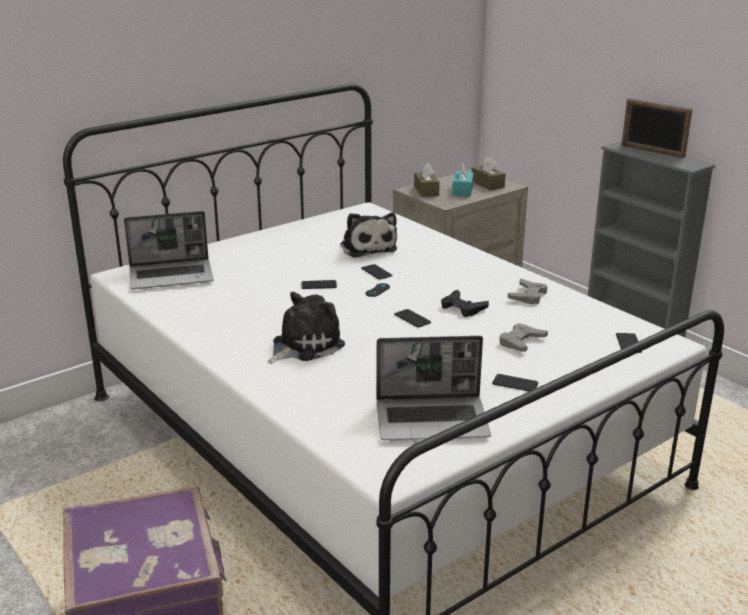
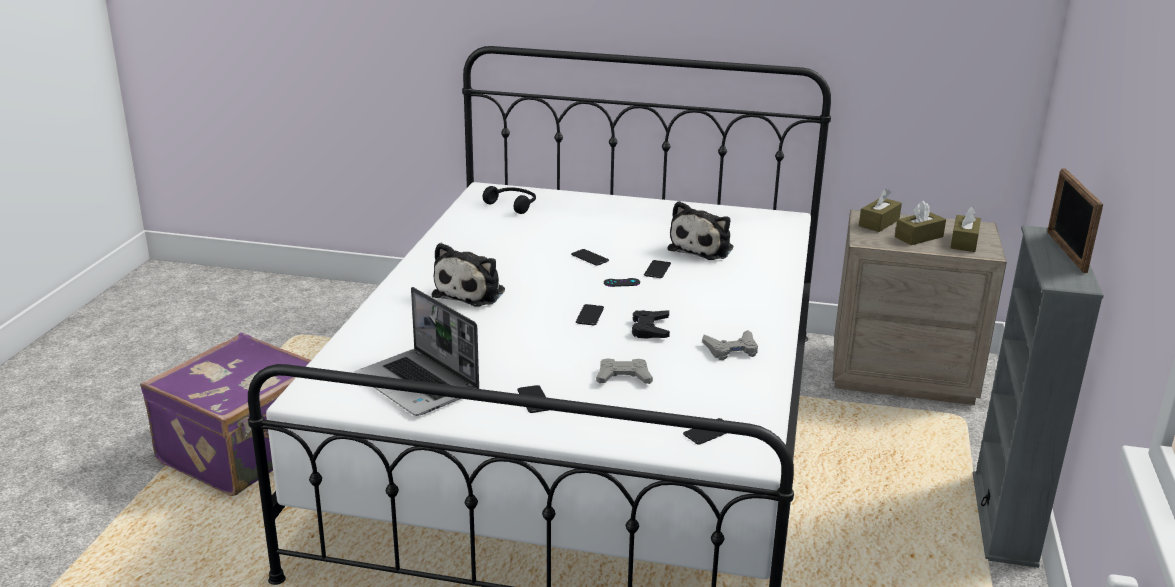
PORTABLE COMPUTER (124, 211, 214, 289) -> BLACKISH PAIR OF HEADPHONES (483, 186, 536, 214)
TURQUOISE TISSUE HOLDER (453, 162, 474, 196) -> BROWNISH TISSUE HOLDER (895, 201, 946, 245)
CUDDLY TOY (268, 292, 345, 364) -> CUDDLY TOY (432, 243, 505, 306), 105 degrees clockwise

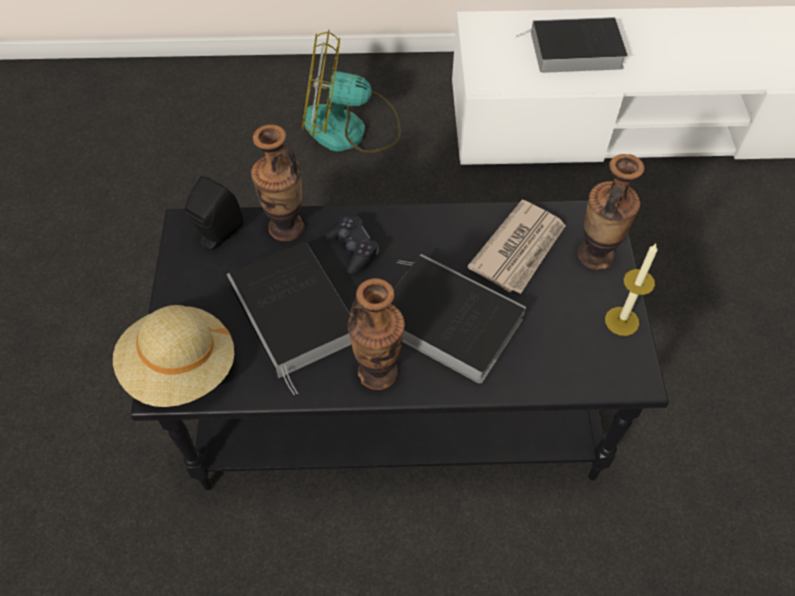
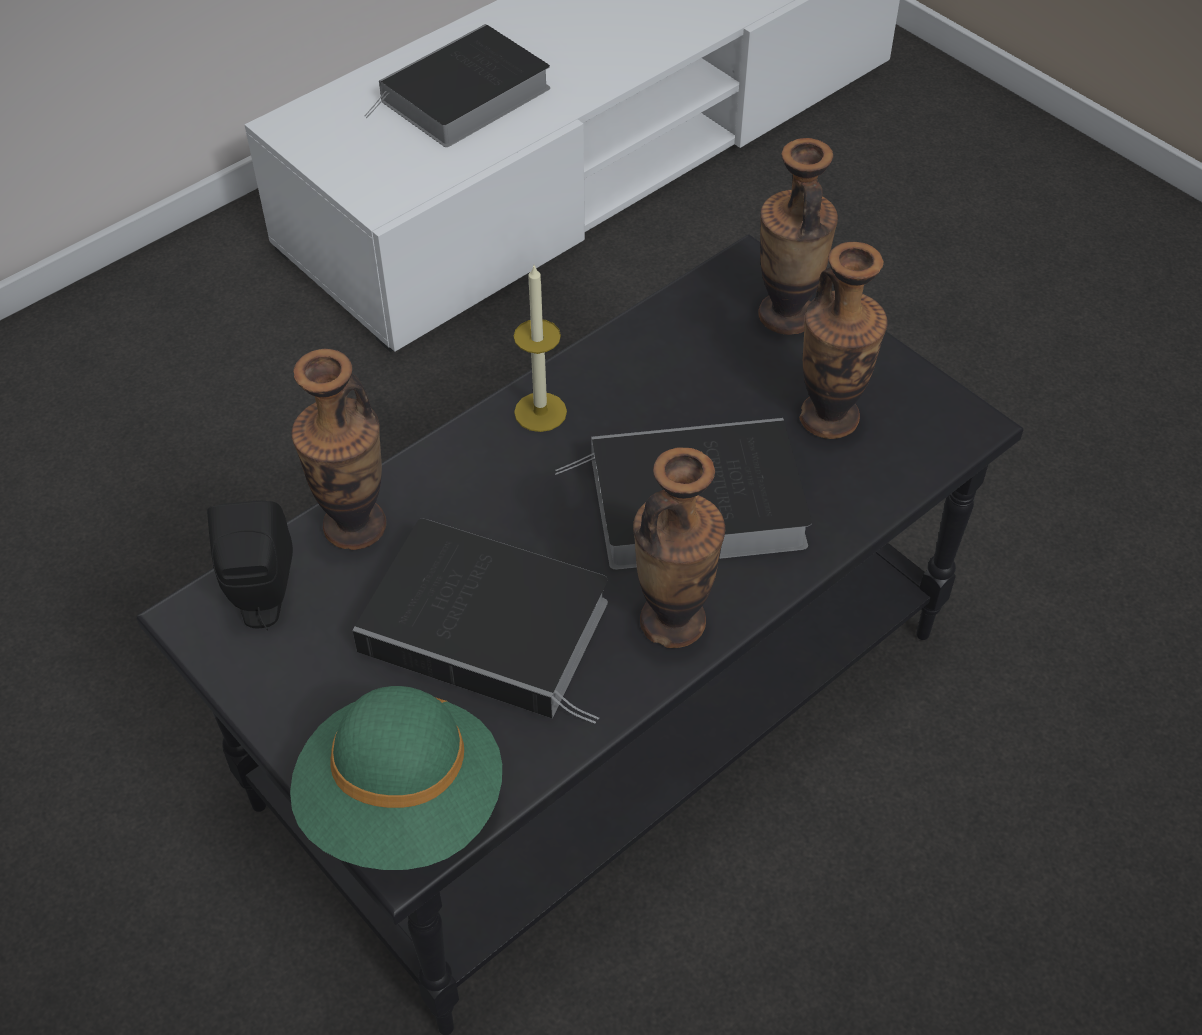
ELECTRIC FAN (302, 30, 401, 153) -> none
BLACKISH GAMEPAD (324, 216, 379, 276) -> none
DAILY PAPER (467, 200, 566, 294) -> none
none -> VASE (799, 242, 888, 439)
WAX LIGHT (605, 244, 658, 336) -> WAX LIGHT (514, 265, 567, 432), move
SAND-COLOURED WEARABLE HAT (113, 305, 235, 407) -> GREENISH WEARABLE HAT (290, 686, 502, 870)

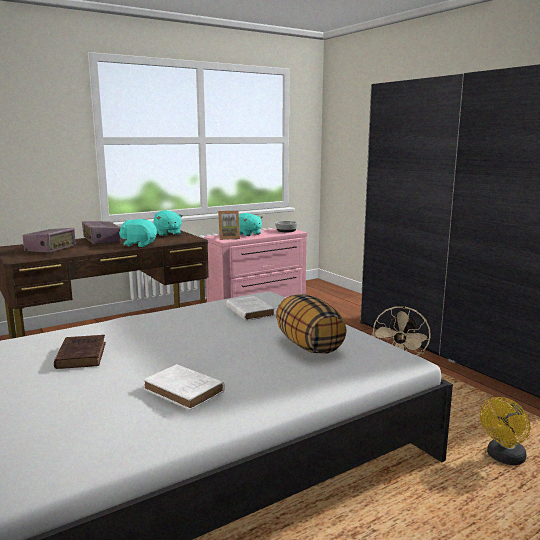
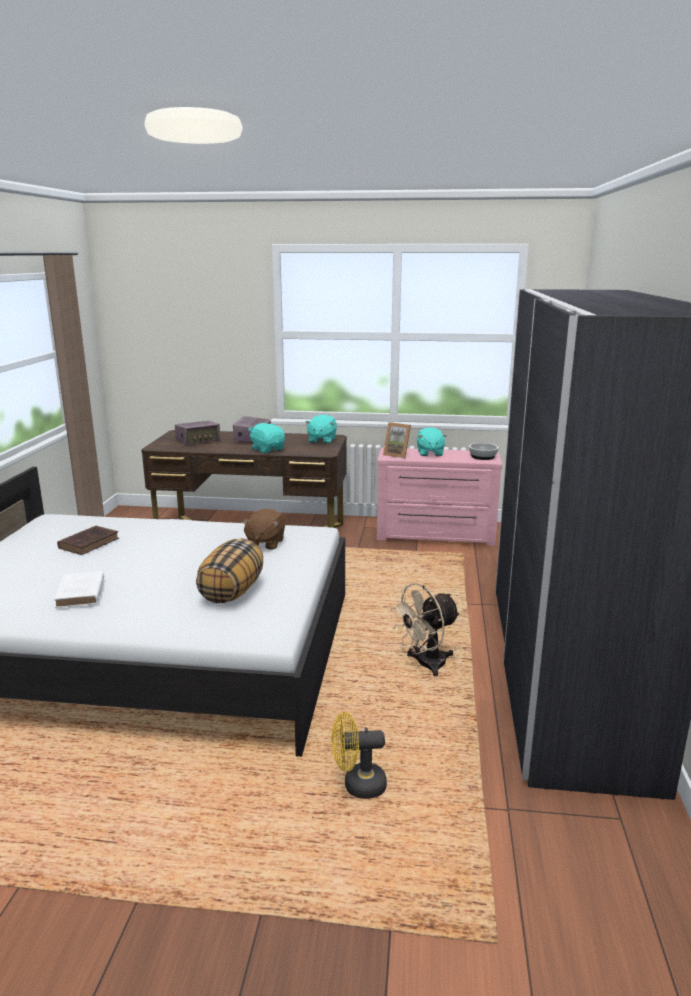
WHITE-COLOURED VOLUME (226, 296, 275, 321) -> BROWNISH CUDDLY TOY (242, 508, 285, 550)

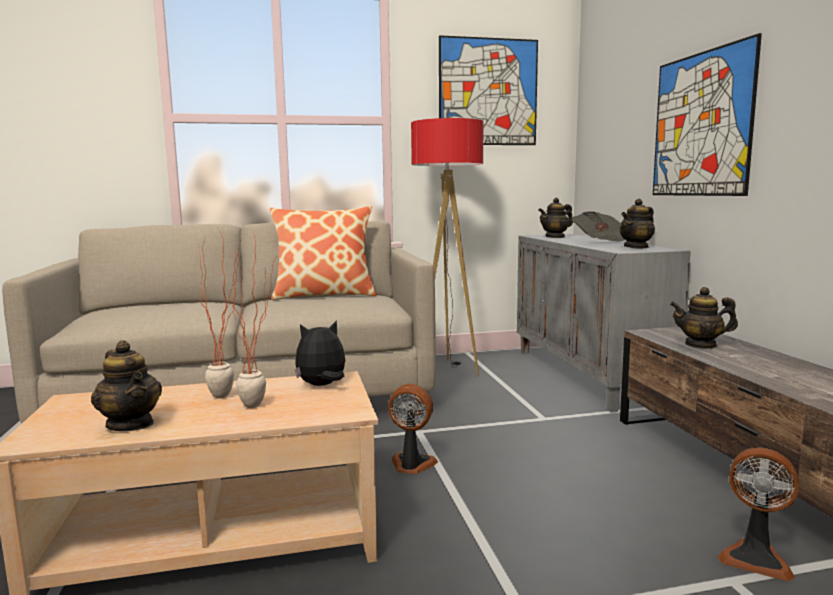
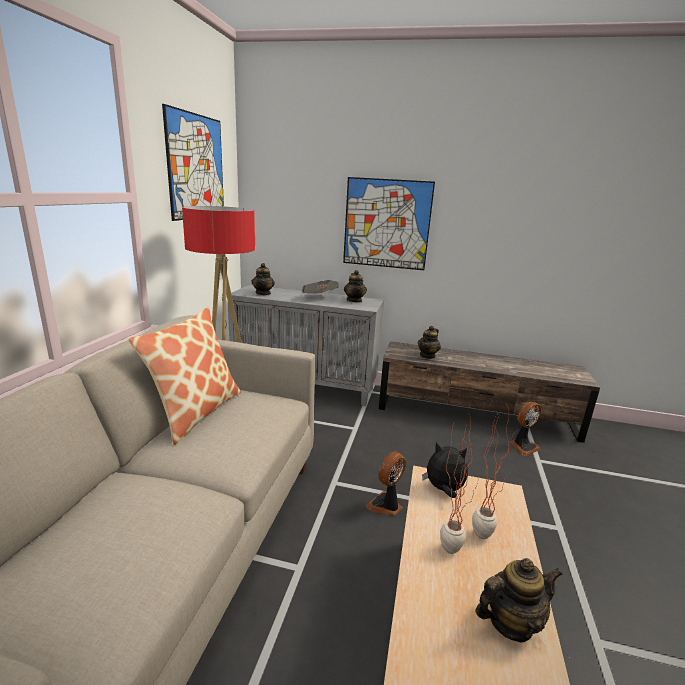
CUDDLY TOY (295, 320, 345, 386) -> CUDDLY TOY (422, 442, 468, 498), 105 degrees clockwise

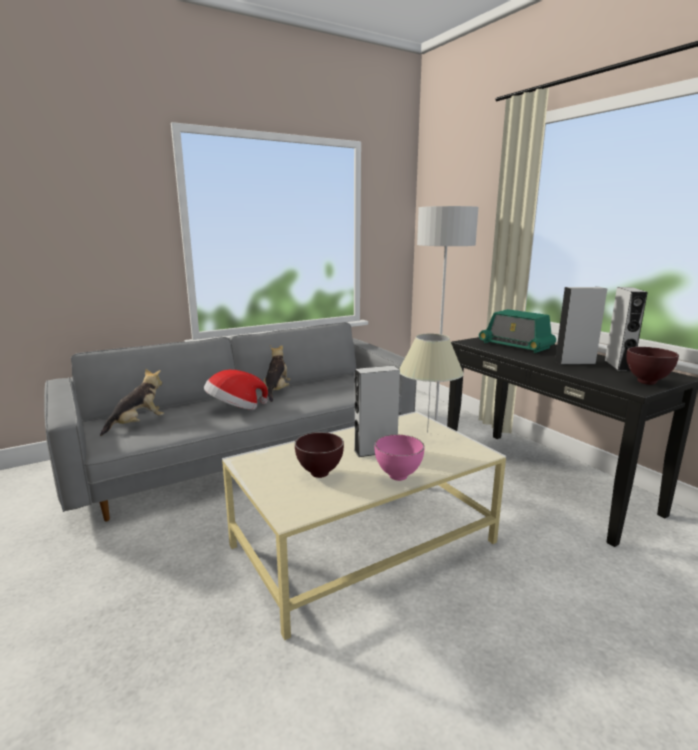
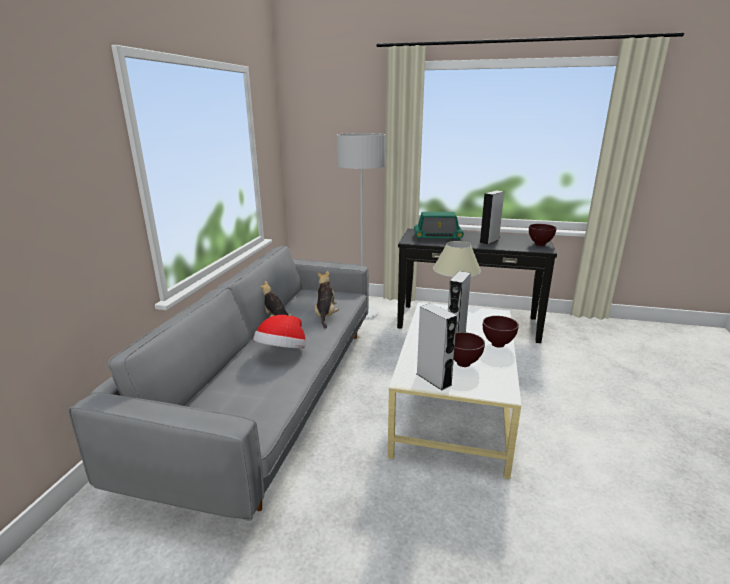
CUDDLY TOY (100, 368, 164, 436) -> CUDDLY TOY (314, 271, 339, 329), move
GREY AUDIO SPEAKER (605, 287, 648, 371) -> GREY AUDIO SPEAKER (417, 303, 457, 390), move
PINK-COLOURED DEEP DISH (375, 435, 425, 481) -> BROWNISH DEEP DISH (483, 316, 519, 348)

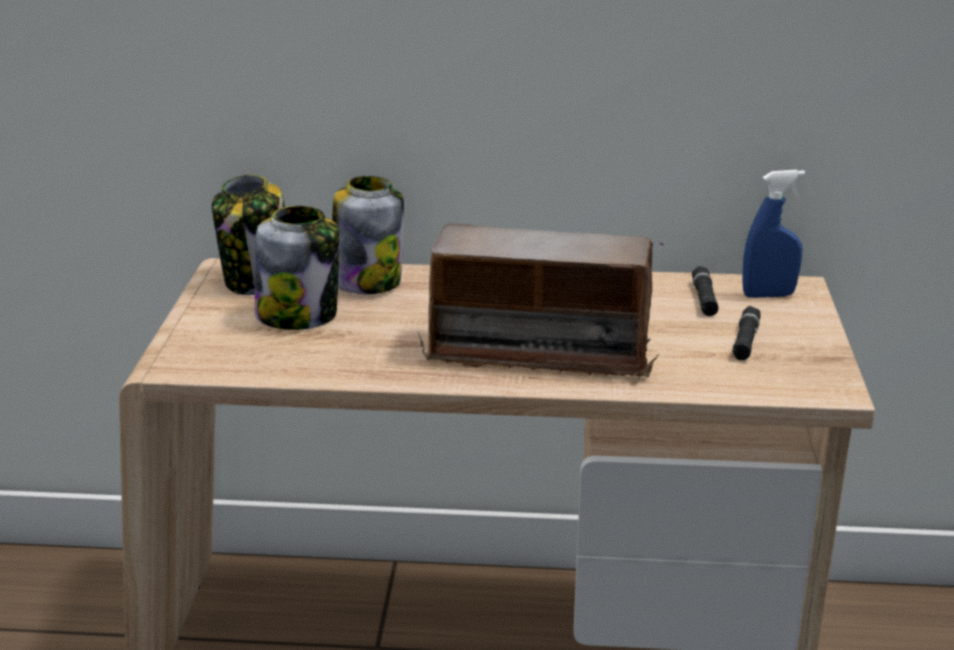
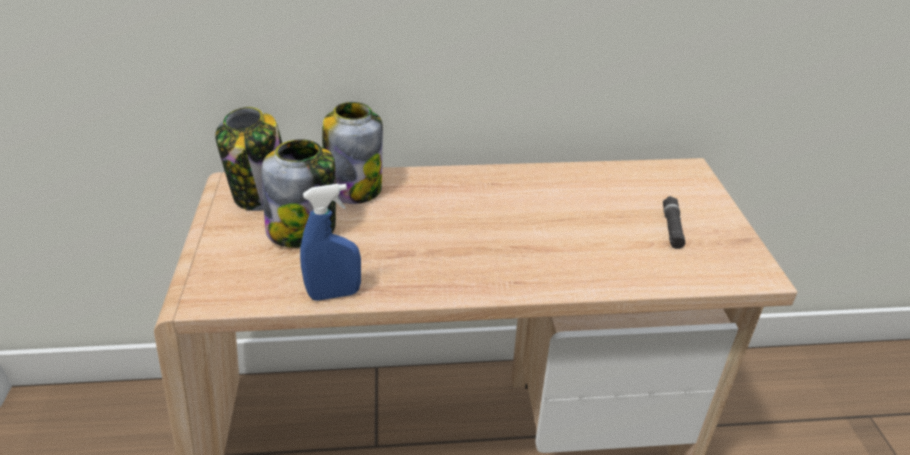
RADIO (417, 223, 663, 379) -> none
BLACKISH HAND TORCH (692, 266, 718, 316) -> none
BLUISH SPRAYER (742, 170, 805, 298) -> BLUISH SPRAYER (300, 184, 361, 301), move

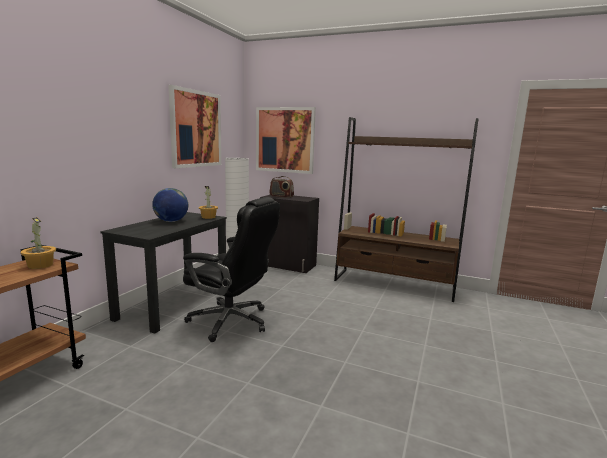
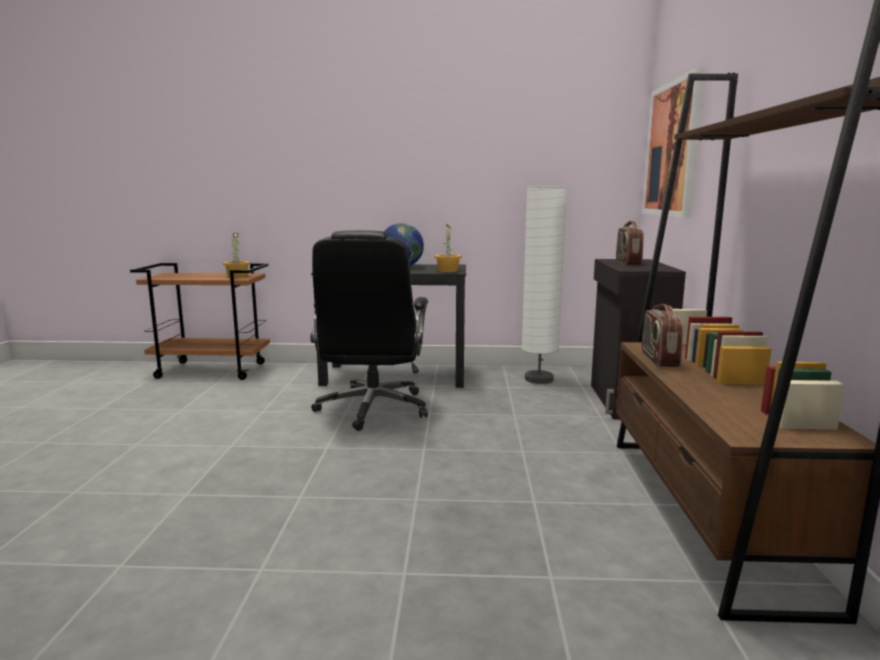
WALL PICTURE (168, 85, 221, 168) -> none
none -> RADIO (642, 304, 683, 367)

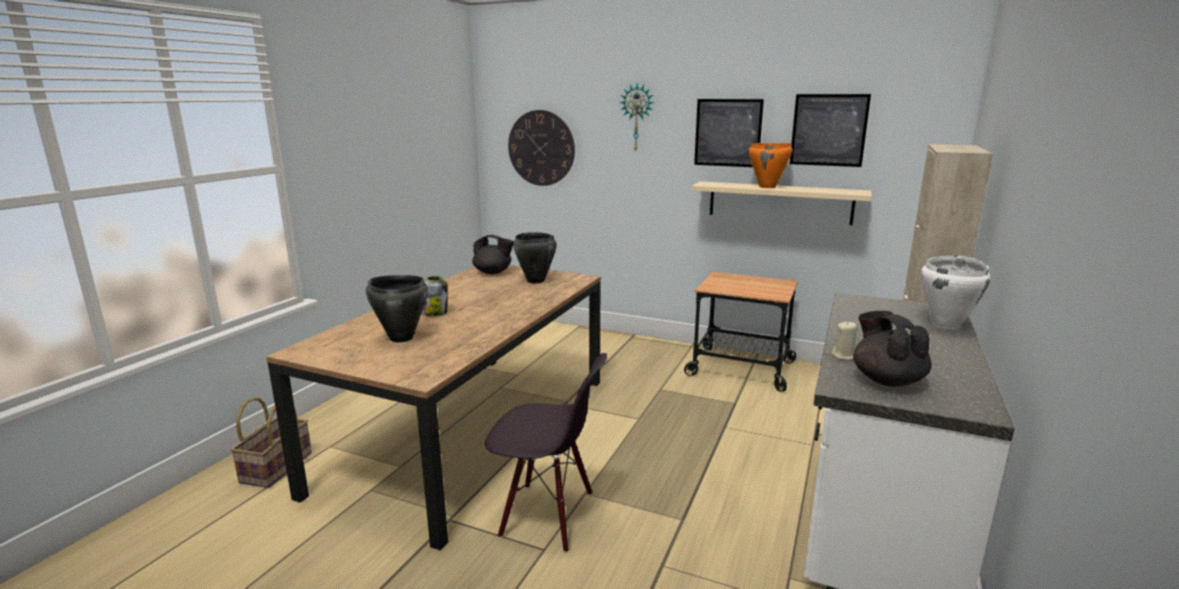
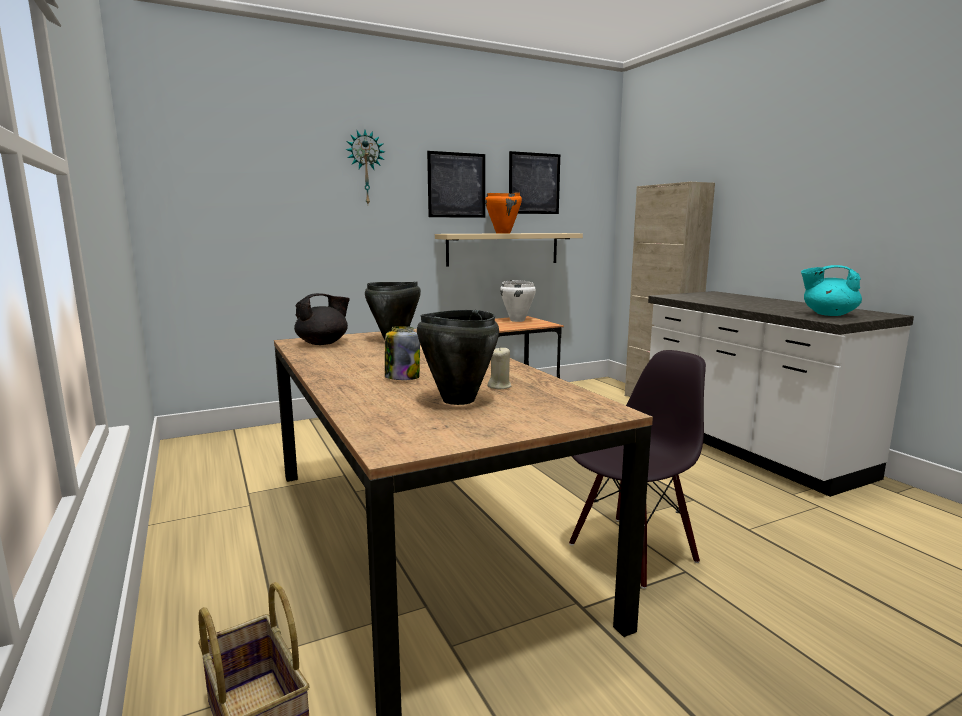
CLOCK ON THE WALL (508, 110, 575, 186) -> none
SAND-COLOURED WAX LIGHT (831, 321, 857, 360) -> SAND-COLOURED WAX LIGHT (487, 348, 511, 389), move
WHITE-COLOURED STOCKPOT (921, 255, 990, 330) -> WHITE-COLOURED STOCKPOT (500, 280, 536, 322), move
BLACKISH TEAPOT (853, 311, 932, 387) -> TURQUOISE TEAPOT (801, 265, 862, 316)

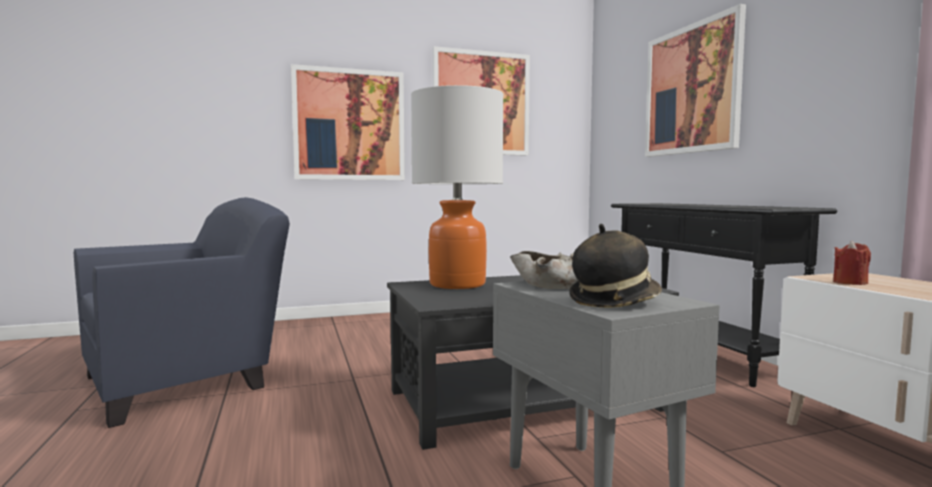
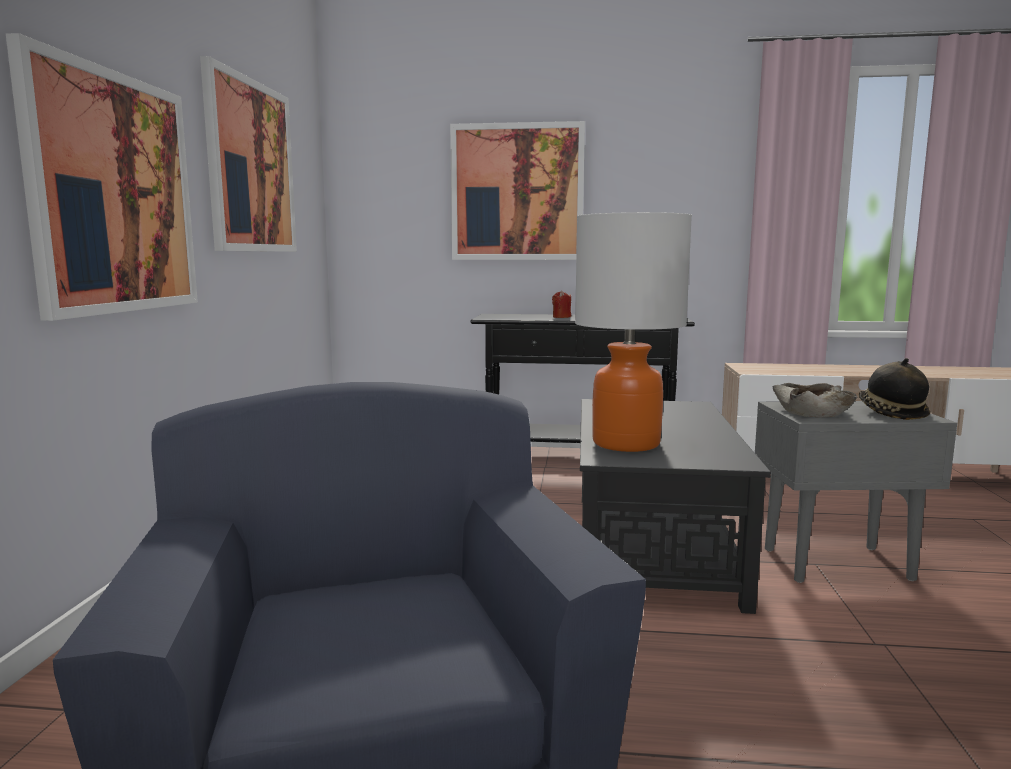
REDDISH WAX LIGHT (833, 241, 871, 285) -> REDDISH WAX LIGHT (552, 290, 571, 318), move

